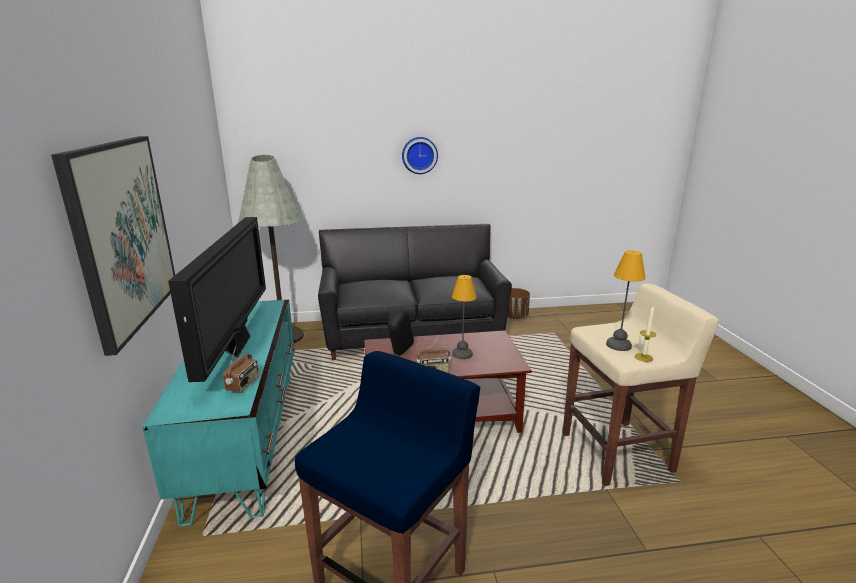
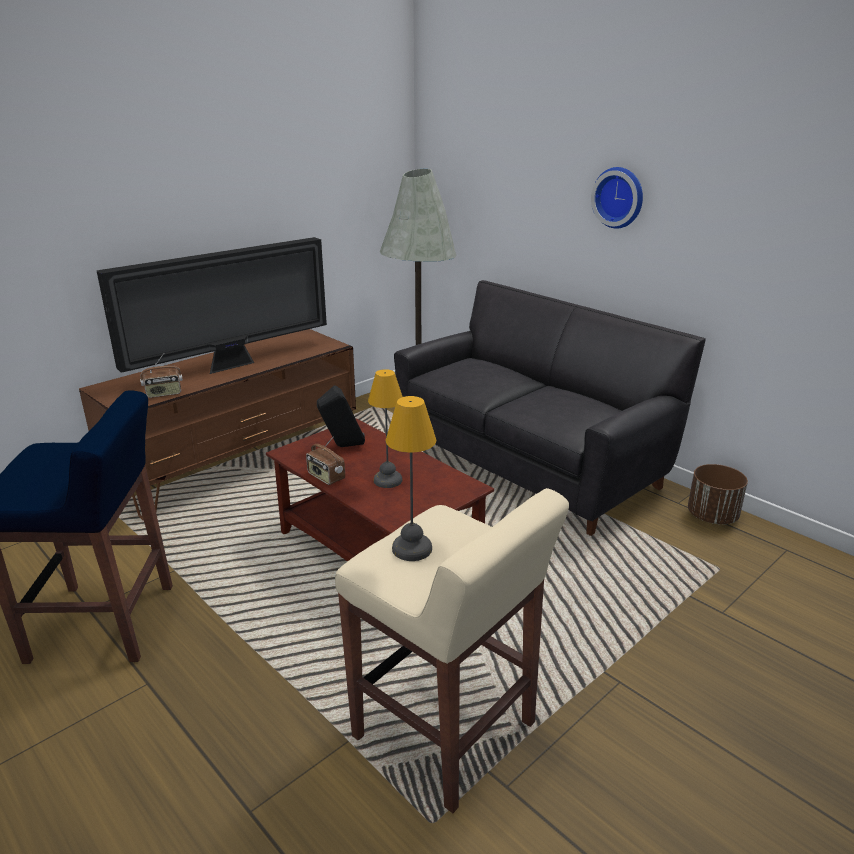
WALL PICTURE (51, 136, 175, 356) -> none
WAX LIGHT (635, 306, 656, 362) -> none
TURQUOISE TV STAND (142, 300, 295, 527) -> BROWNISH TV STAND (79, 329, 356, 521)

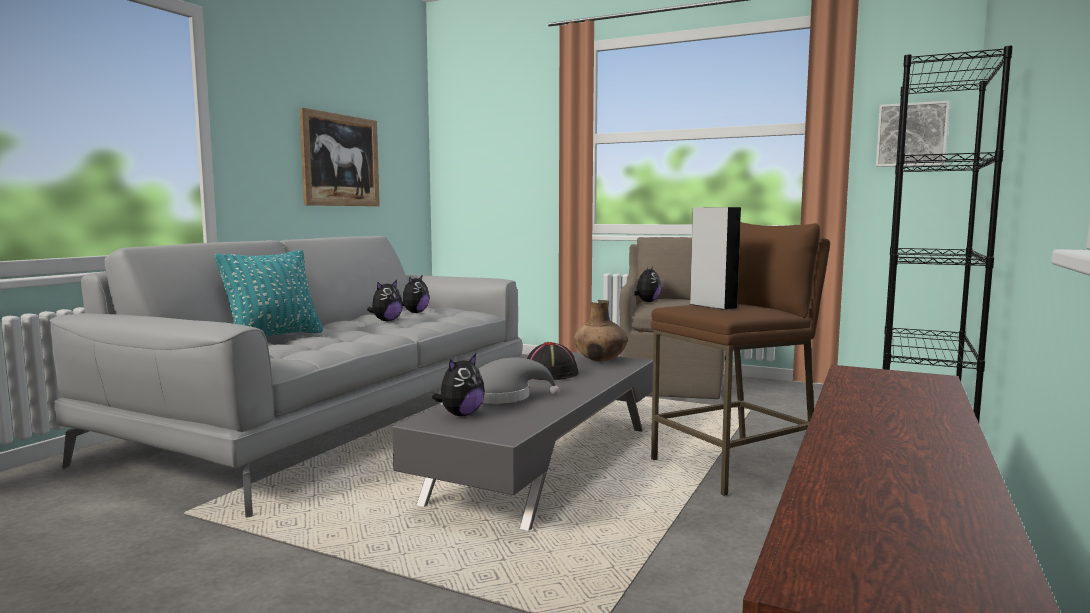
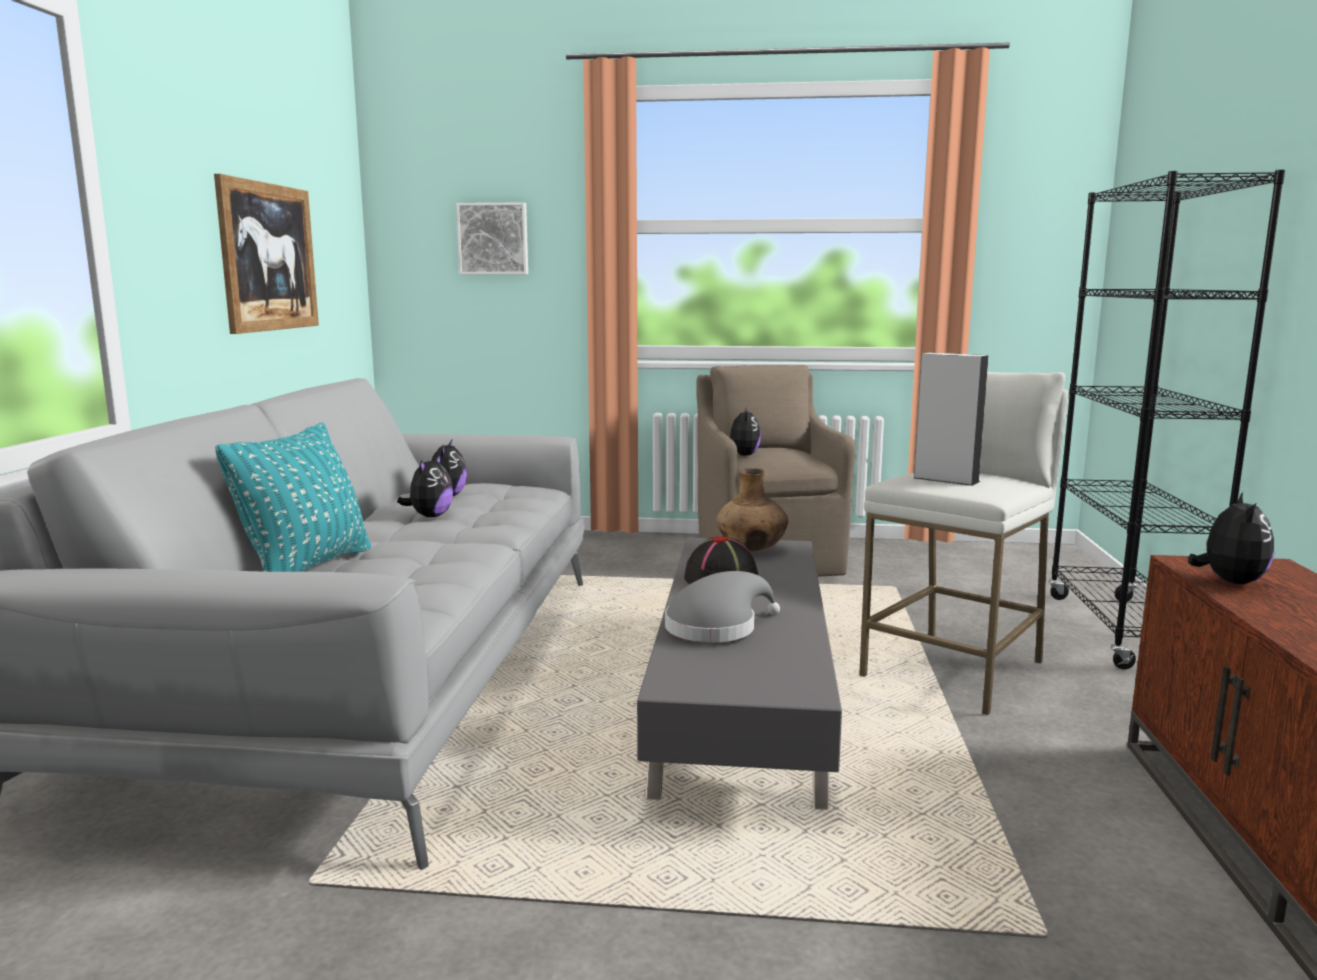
CUDDLY TOY (432, 354, 485, 416) -> CUDDLY TOY (1188, 492, 1274, 584), move
WALL PICTURE (876, 101, 950, 167) -> WALL PICTURE (456, 202, 528, 275), move
BROWNISH STOOL SEAT (651, 222, 830, 496) -> WHITE-COLOURED STOOL SEAT (859, 372, 1068, 715)

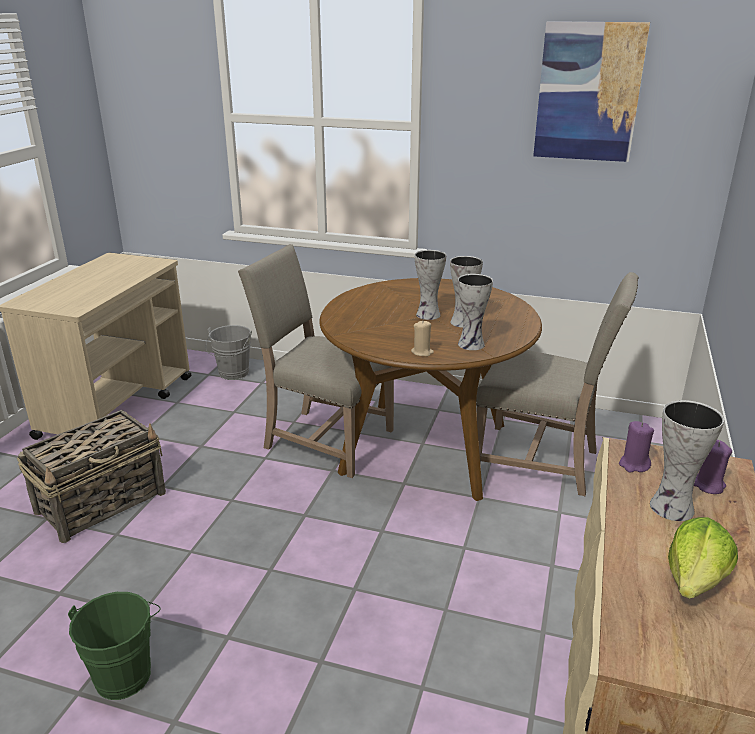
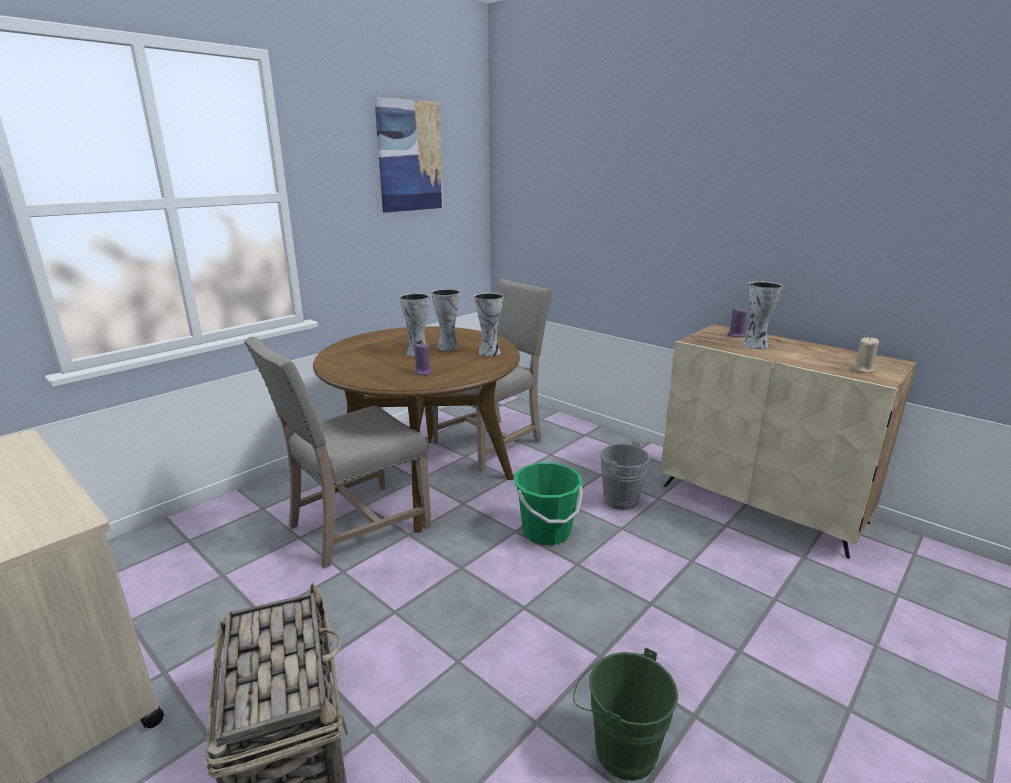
LETTUCE (668, 517, 738, 599) -> none
none -> GREENISH BUCKET (514, 463, 583, 545)
GREY BUCKET (206, 325, 252, 380) -> GREY BUCKET (600, 441, 657, 510), move
SAND-COLOURED WAX LIGHT (411, 321, 434, 356) -> SAND-COLOURED WAX LIGHT (851, 337, 879, 373), move
PURPLE-COLOURED WAX LIGHT (619, 421, 654, 473) -> PURPLE-COLOURED WAX LIGHT (414, 342, 432, 376), move

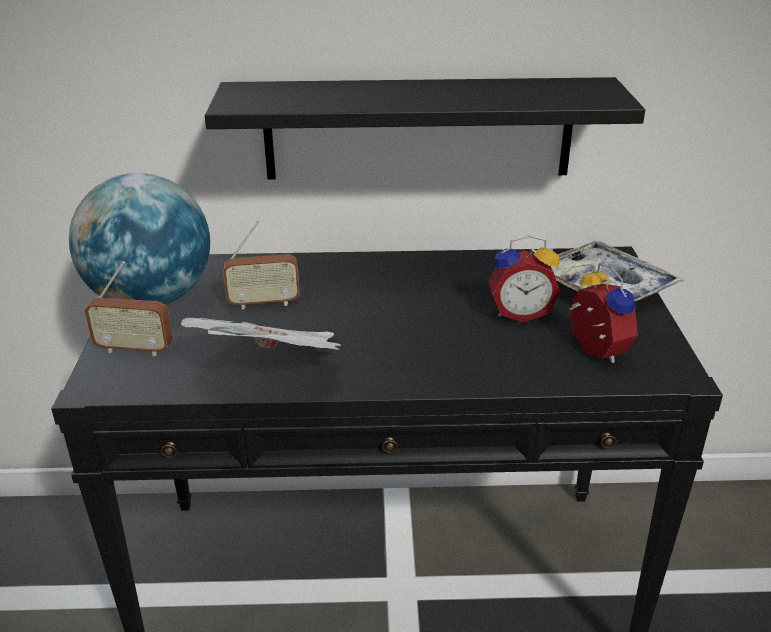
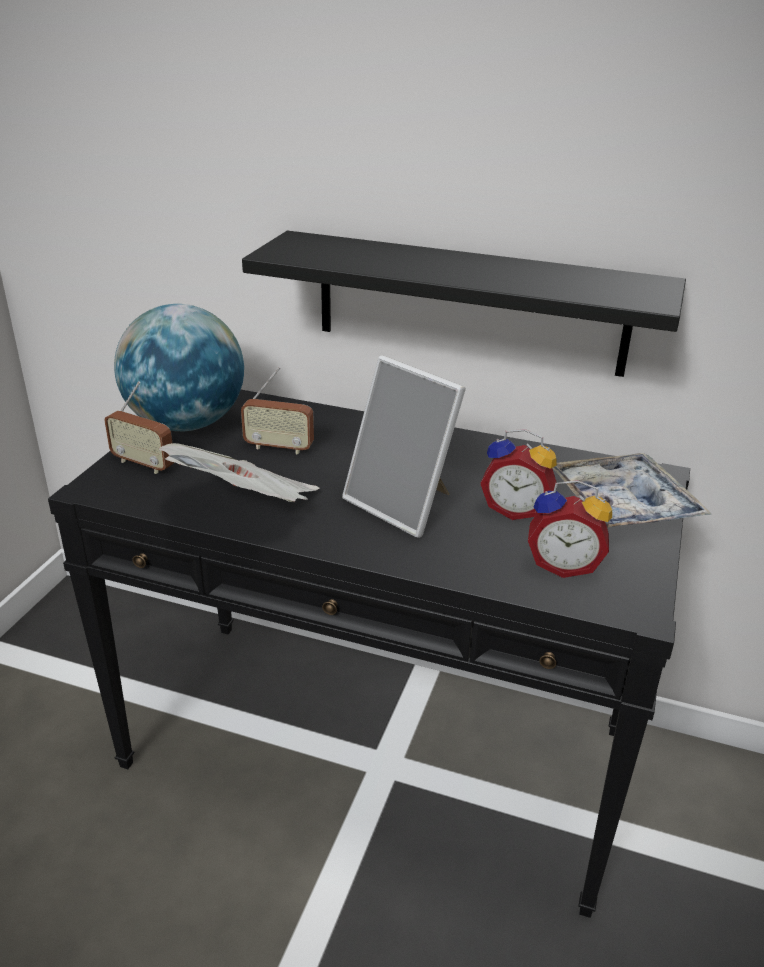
none -> PICTURE FRAME (342, 356, 466, 538)
ALARM CLOCK (570, 263, 638, 363) -> ALARM CLOCK (528, 480, 612, 578), 105 degrees clockwise

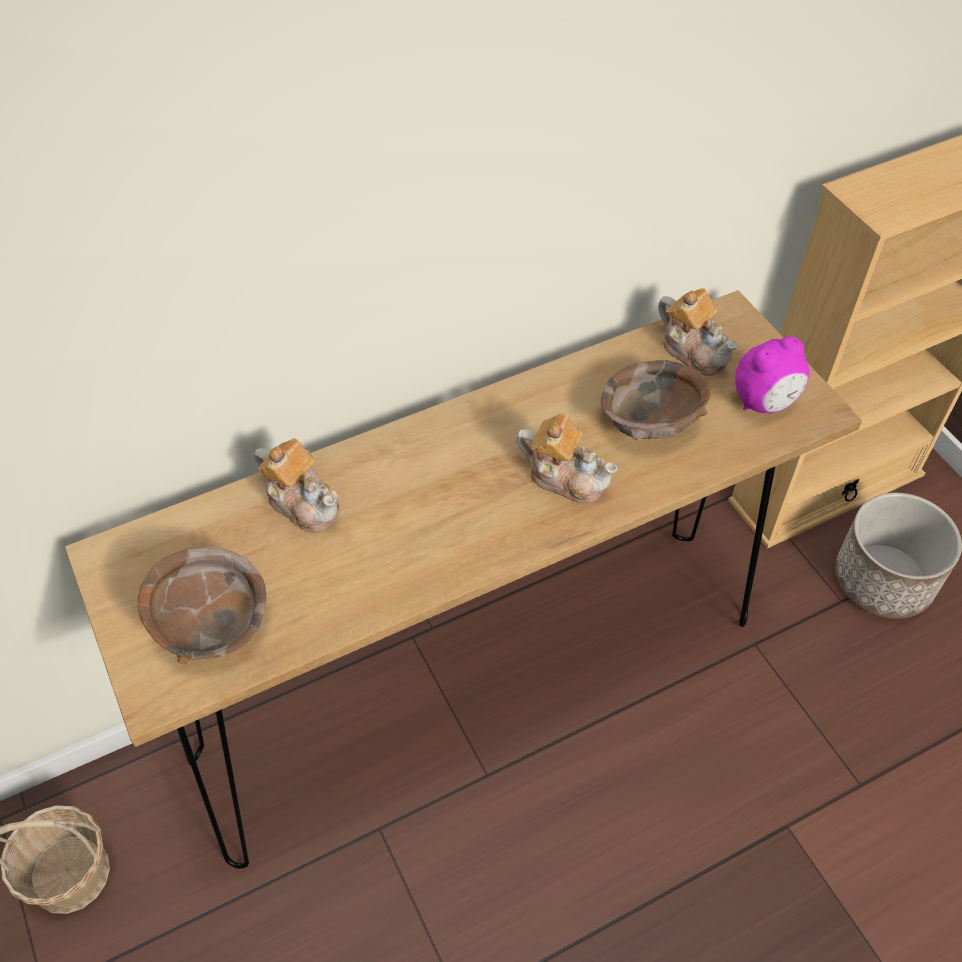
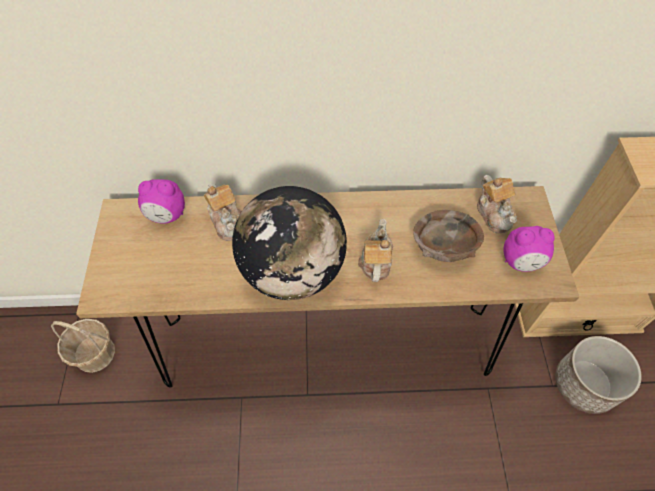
BROWNISH DEEP DISH (138, 547, 266, 664) -> none
none -> ALARM CLOCK (138, 179, 185, 223)
none -> DESK GLOBE (232, 186, 347, 300)
TEAPOT (516, 414, 618, 503) -> TEAPOT (358, 219, 393, 282), 135 degrees counterclockwise

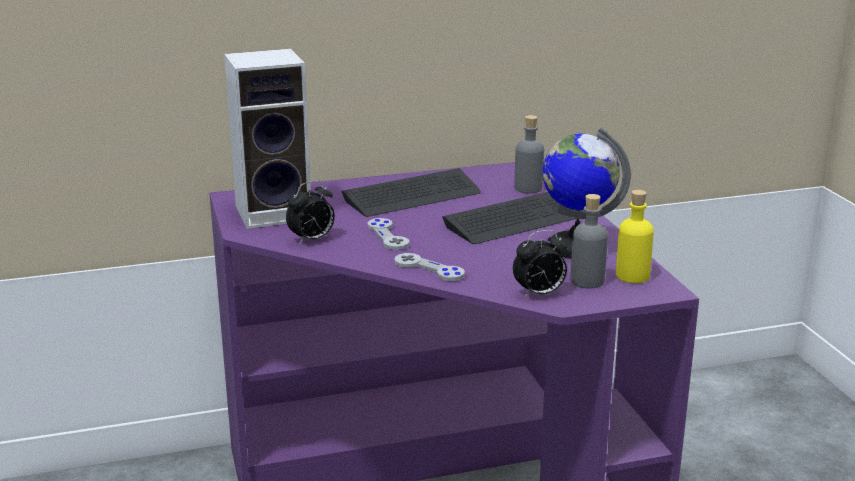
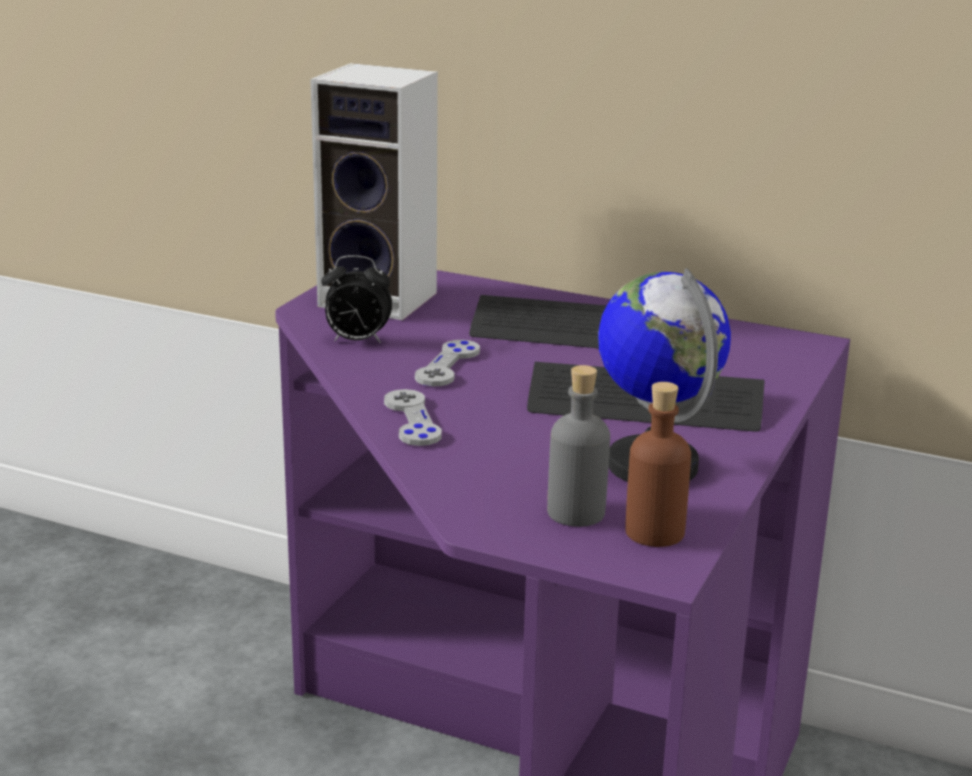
ALARM CLOCK (513, 230, 567, 297) -> none
GREY DRINK BOTTLE (514, 115, 544, 193) -> none
YELLOW-COLOURED DRINK BOTTLE (616, 190, 654, 283) -> BROWNISH DRINK BOTTLE (625, 382, 691, 547)

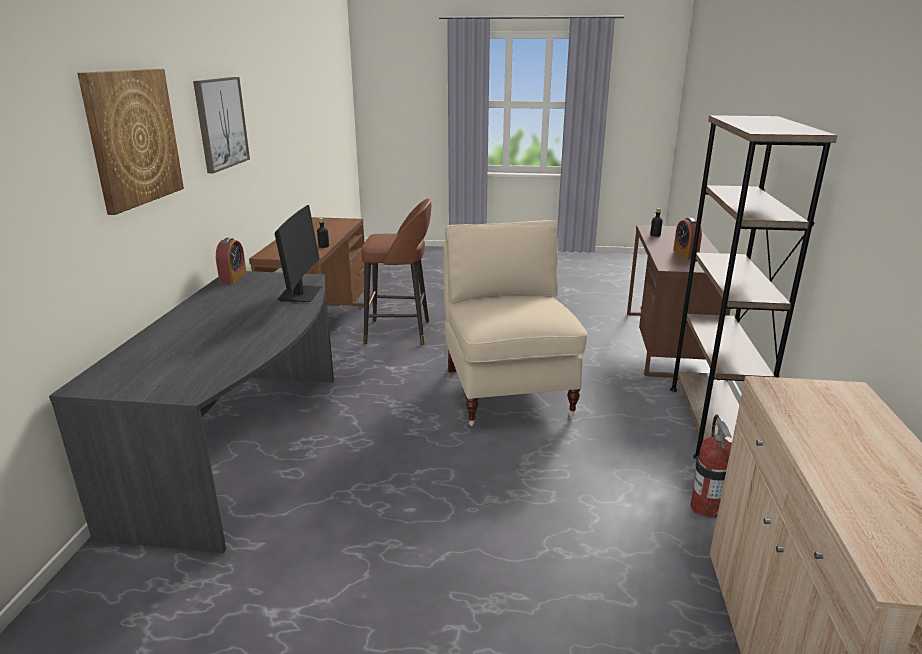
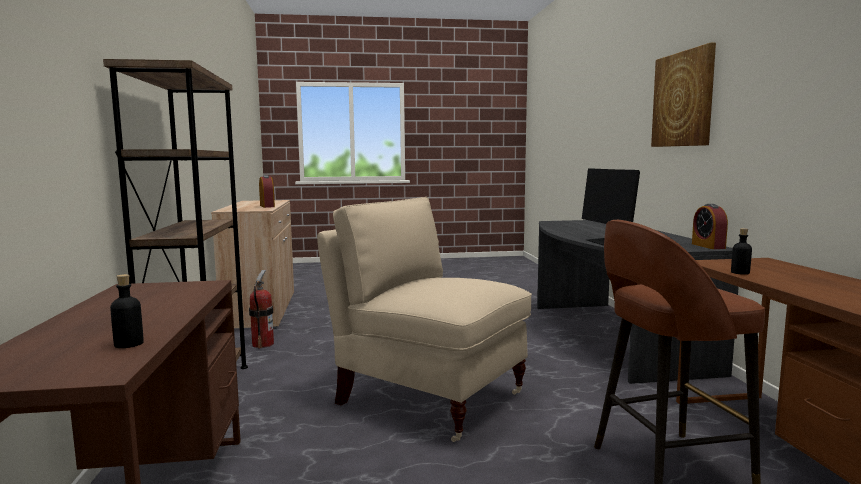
WALL PICTURE (193, 77, 250, 173) -> none
ALARM CLOCK (673, 218, 702, 259) -> ALARM CLOCK (259, 175, 275, 208), move
SAND-COLOURED PLAIN CHAIR (443, 220, 587, 426) -> SAND-COLOURED PLAIN CHAIR (317, 197, 532, 442), 150 degrees clockwise

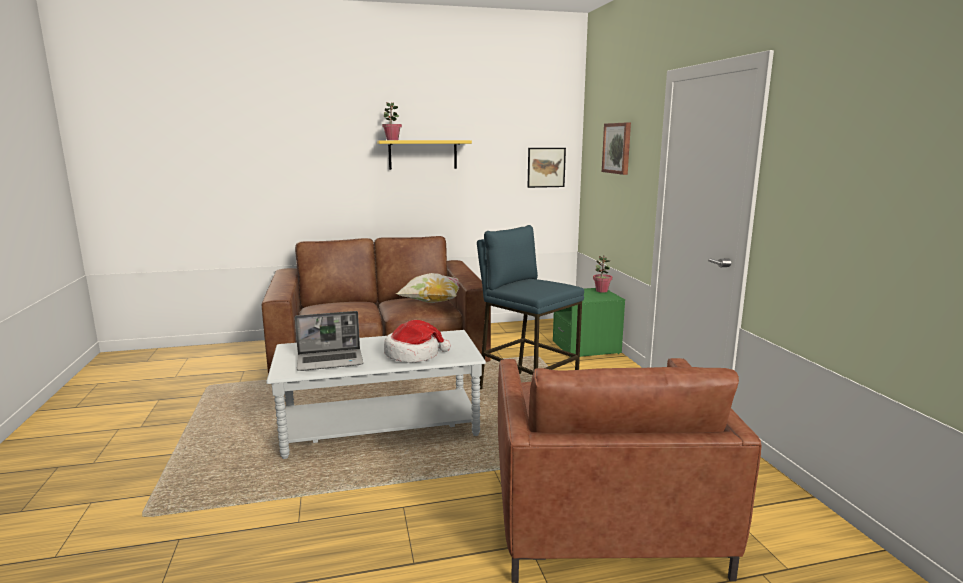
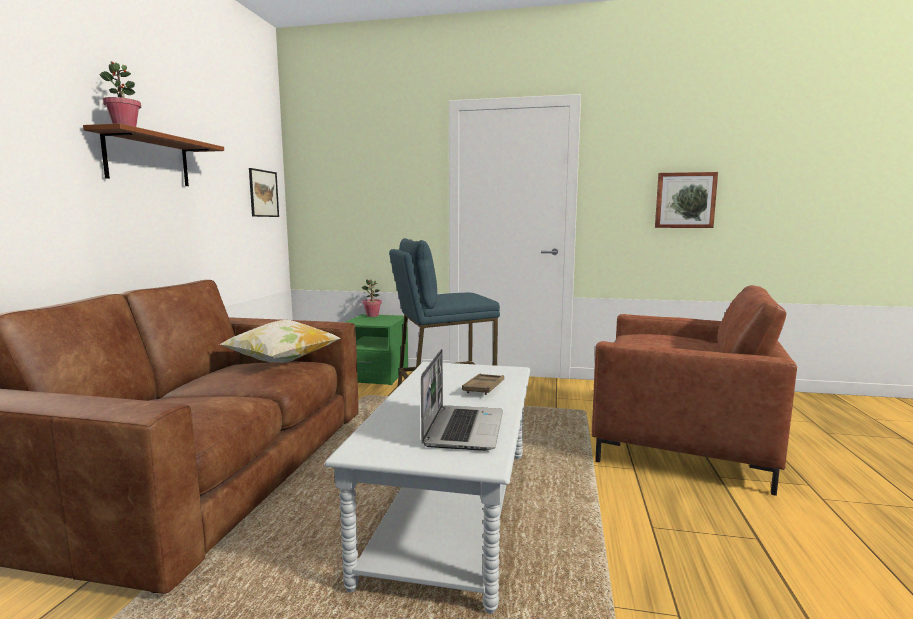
WALL PICTURE (602, 122, 631, 175) -> WALL PICTURE (655, 172, 718, 228), move
WEARABLE HAT (384, 320, 451, 362) -> BROWNISH CARRYING TRAY (462, 373, 504, 395)
YELLOW-COLOURED SHELF (377, 140, 472, 170) -> BROWNISH SHELF (83, 123, 224, 186)

